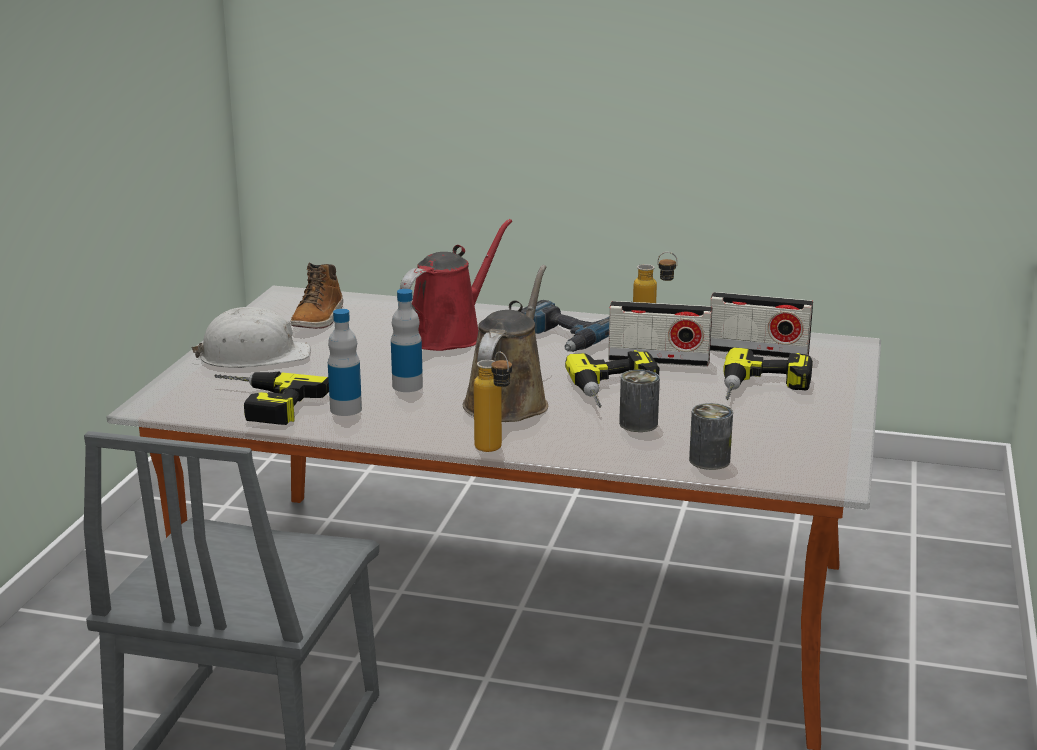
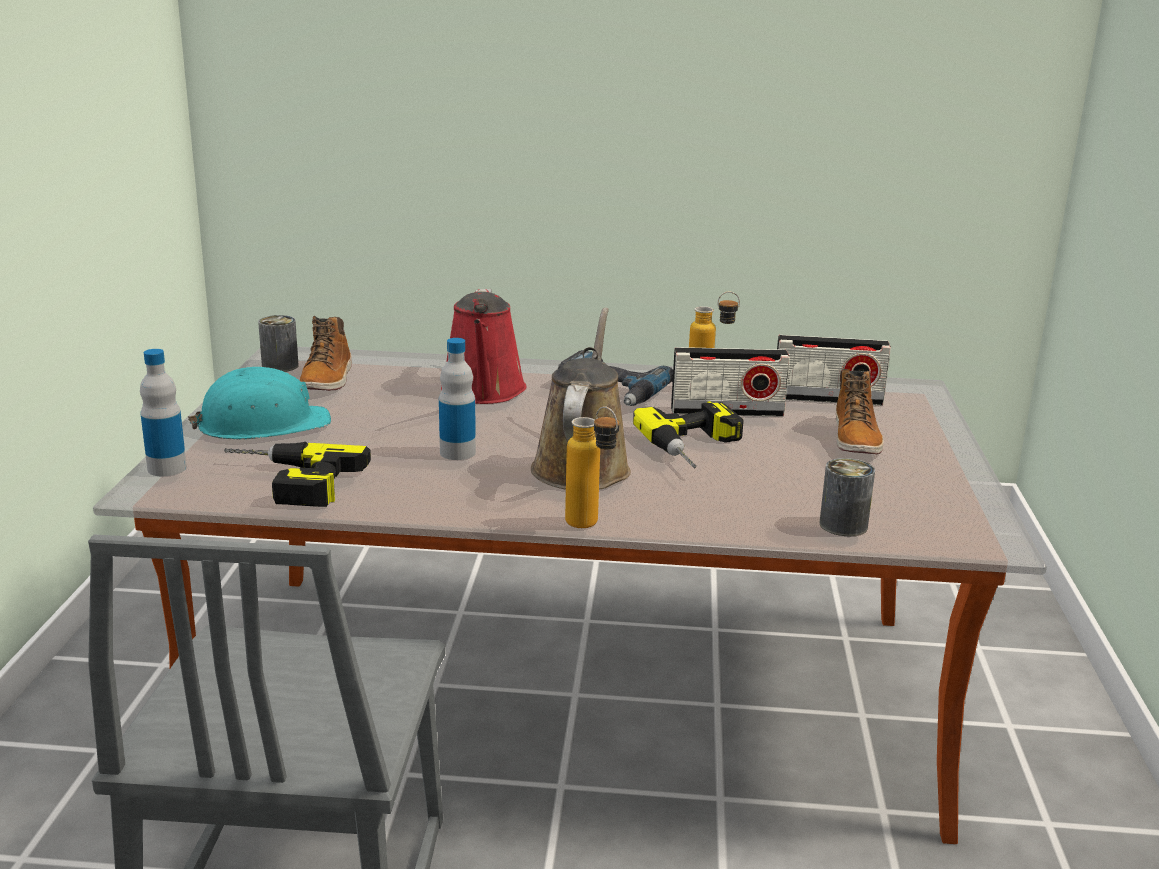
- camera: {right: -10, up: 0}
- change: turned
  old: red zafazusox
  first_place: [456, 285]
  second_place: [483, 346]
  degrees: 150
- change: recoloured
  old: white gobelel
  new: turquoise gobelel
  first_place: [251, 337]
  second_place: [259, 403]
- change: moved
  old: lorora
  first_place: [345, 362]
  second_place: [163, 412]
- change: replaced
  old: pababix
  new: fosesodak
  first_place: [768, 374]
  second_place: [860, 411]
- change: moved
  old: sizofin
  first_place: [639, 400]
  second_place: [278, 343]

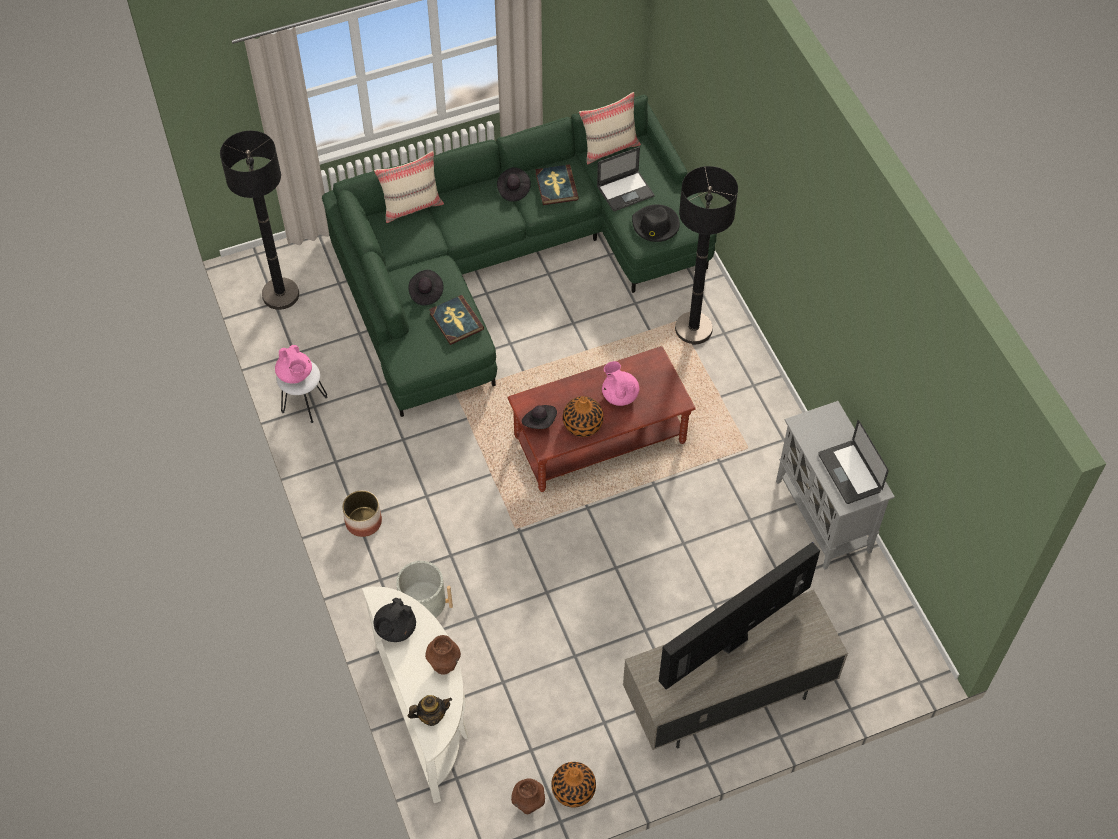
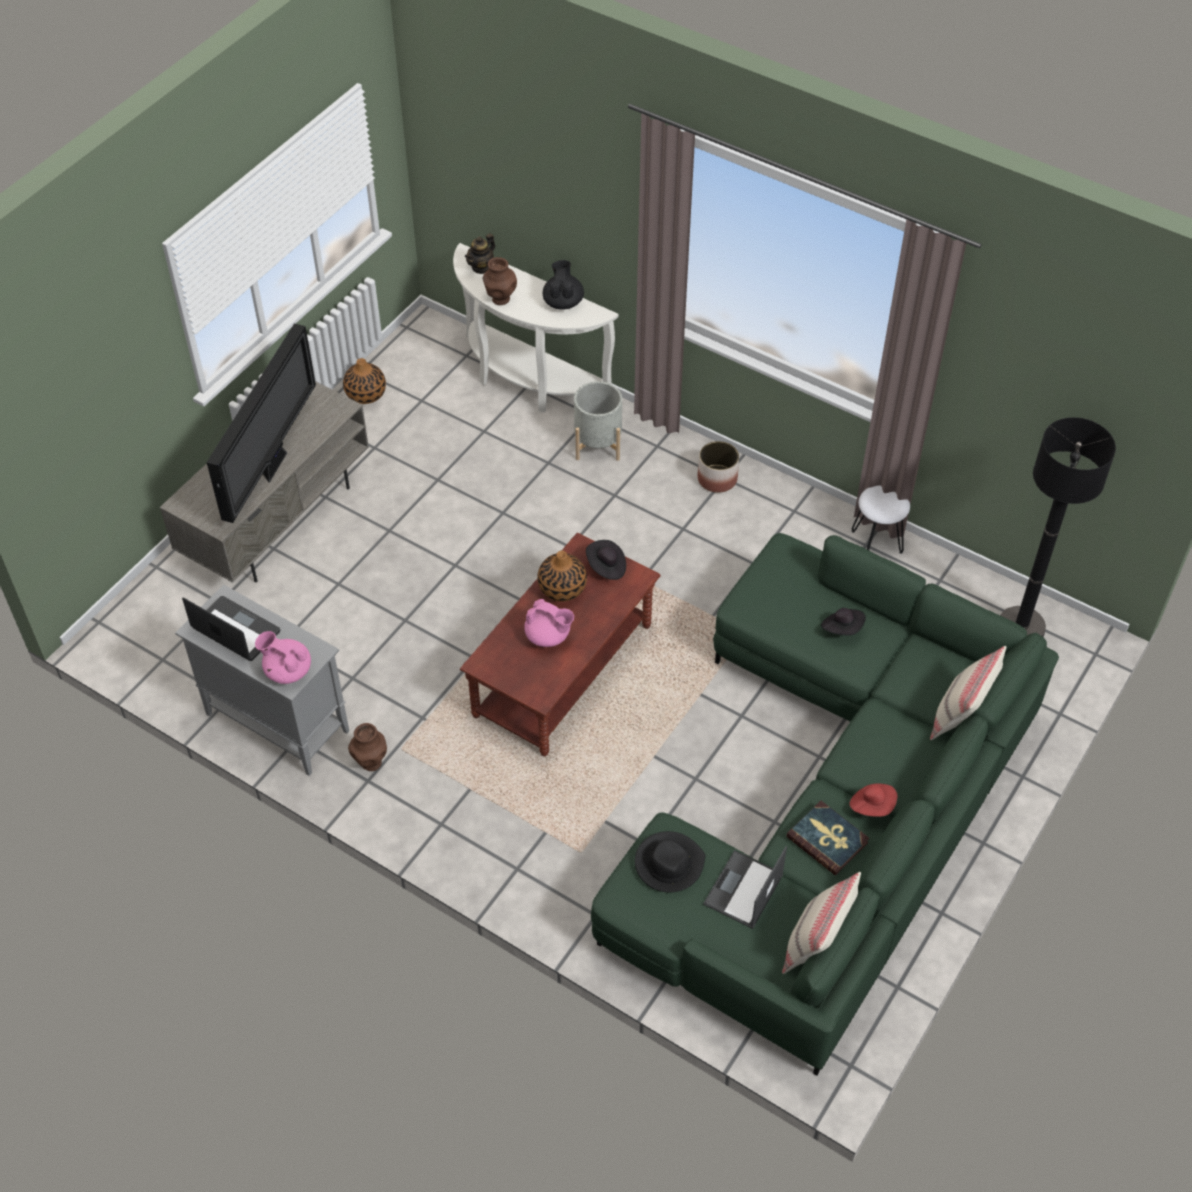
- camera: {right: 145, up: -5}
- change: removed
  old: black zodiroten
  first_place: [706, 255]
- change: recoloured
  old: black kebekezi
  new: red kebekezi
  first_place: [514, 184]
  second_place: [873, 800]
- change: removed
  old: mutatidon
  first_place: [456, 320]
- change: moved
  old: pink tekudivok
  first_place: [293, 364]
  second_place: [283, 657]
- change: moved
  old: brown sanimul
  first_place: [528, 796]
  second_place: [367, 747]

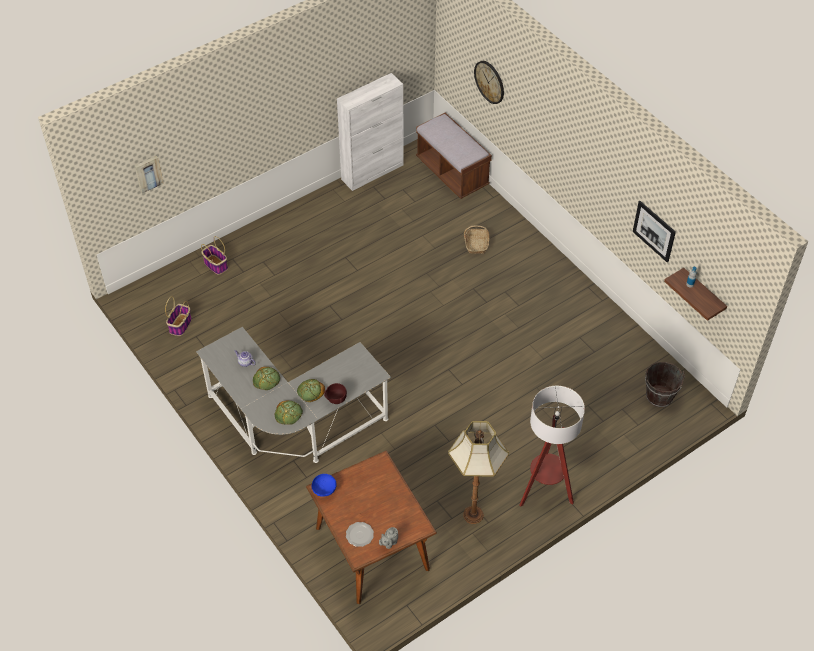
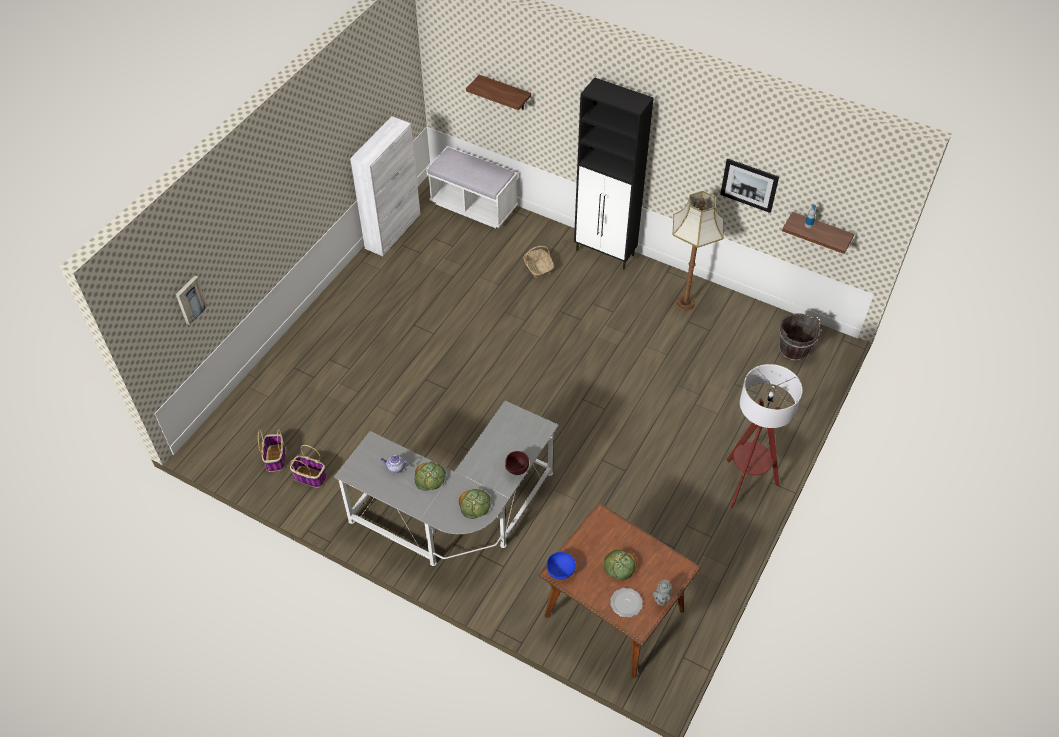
- camera: {right: -25, up: 0}
- change: replaced
  old: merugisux
  new: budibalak
  first_place: [489, 82]
  second_place: [498, 92]
- change: recoloured
  old: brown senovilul
  new: white senovilul
  first_place: [454, 156]
  second_place: [472, 187]
- change: moved
  old: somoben
  first_place: [214, 255]
  second_place: [308, 466]
- change: moved
  old: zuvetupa
  first_place: [311, 390]
  second_place: [620, 565]
- change: moved
  old: zodiroten
  first_place: [478, 472]
  second_place: [698, 251]
- change: added
  new: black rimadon
  second_place: [614, 173]

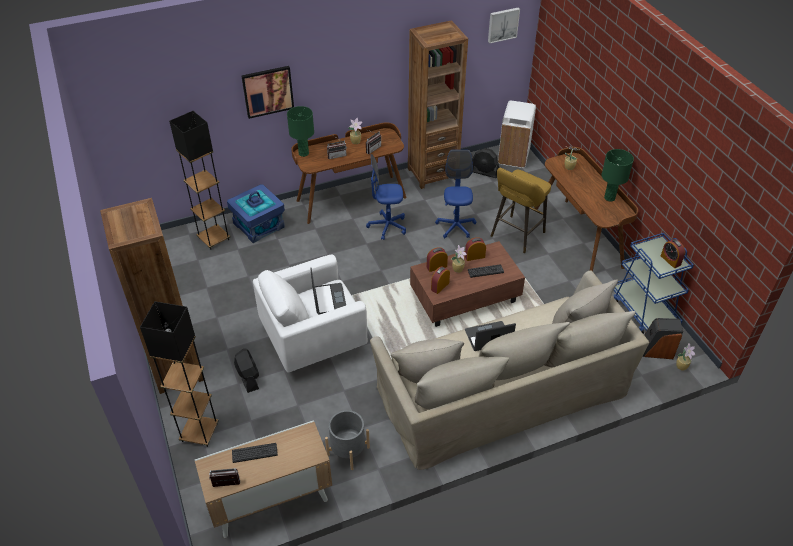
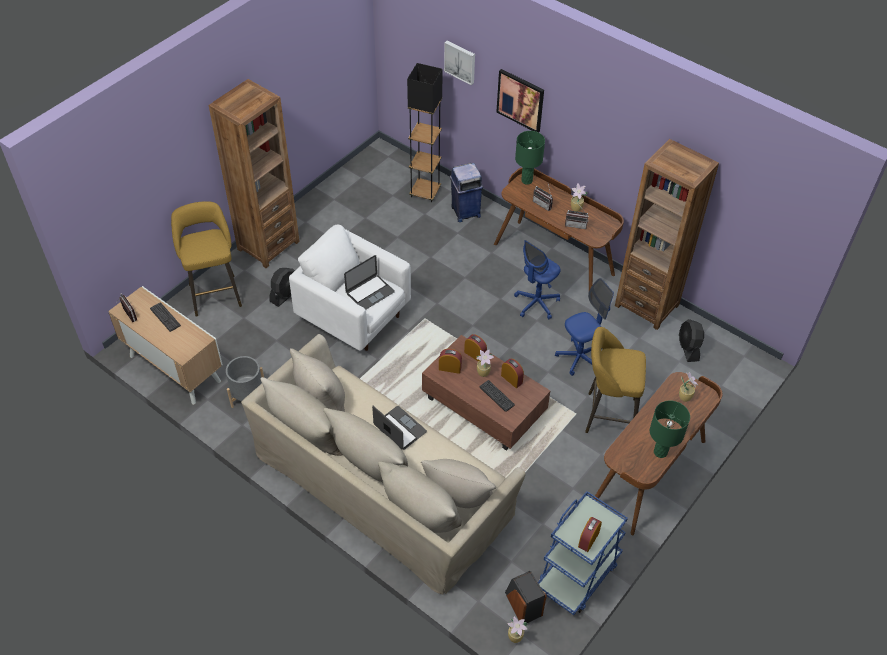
- camera: {right: 60, up: 5}
- change: moved
  old: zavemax
  first_place: [504, 25]
  second_place: [459, 63]
- change: removed
  old: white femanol
  first_place: [517, 134]
- change: turned
  old: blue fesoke
  first_place: [386, 197]
  second_place: [537, 279]
  degrees: -105
- change: replaced
  old: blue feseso
  new: blue femanol
  first_place: [256, 213]
  second_place: [466, 192]
- change: replaced
  old: black zodiroten
  new: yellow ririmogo
  first_place: [179, 374]
  second_place: [206, 259]

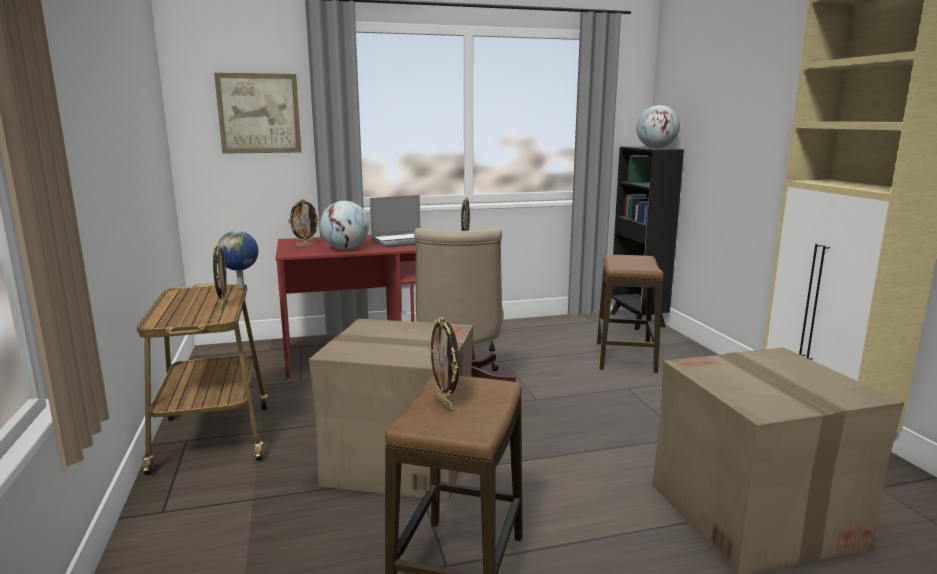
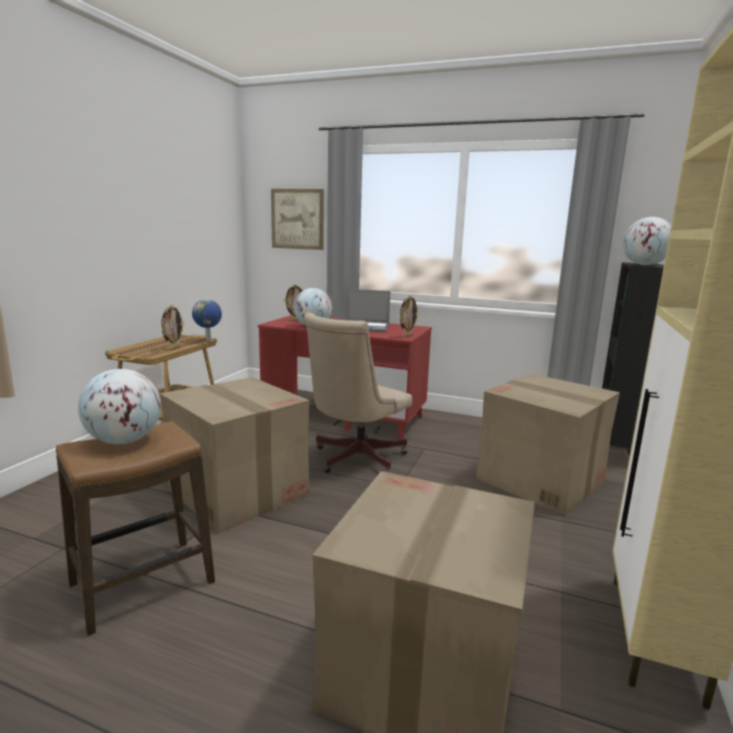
- camera: {right: 35, up: 0}
- change: replaced
  old: ririmogo
  new: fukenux
  first_place: [630, 314]
  second_place: [548, 444]
- change: replaced
  old: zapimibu
  new: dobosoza
  first_place: [444, 363]
  second_place: [119, 406]

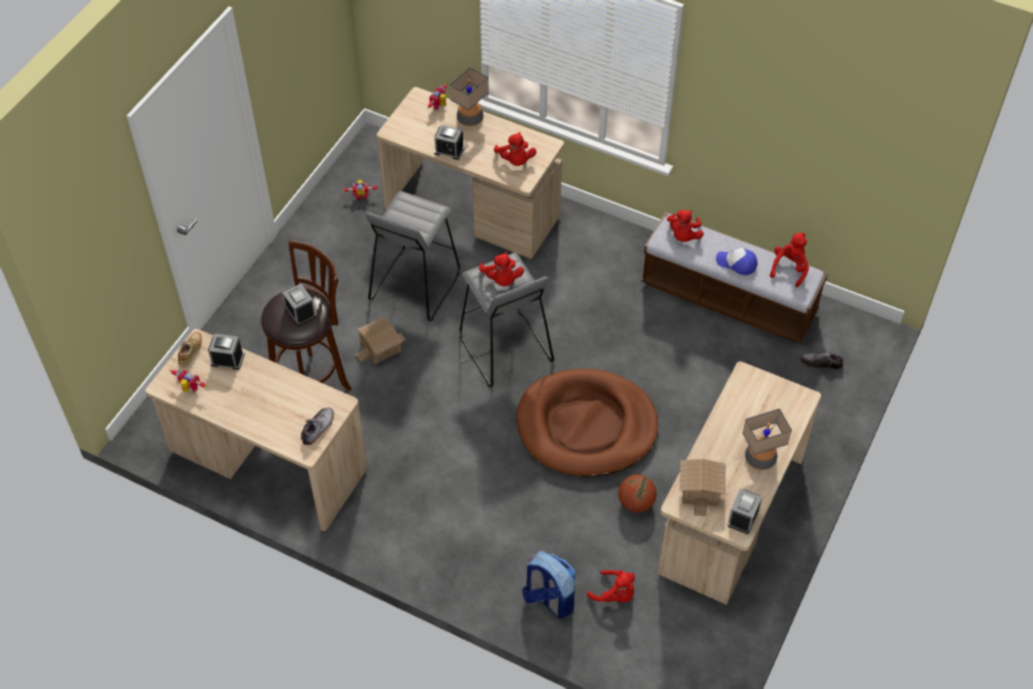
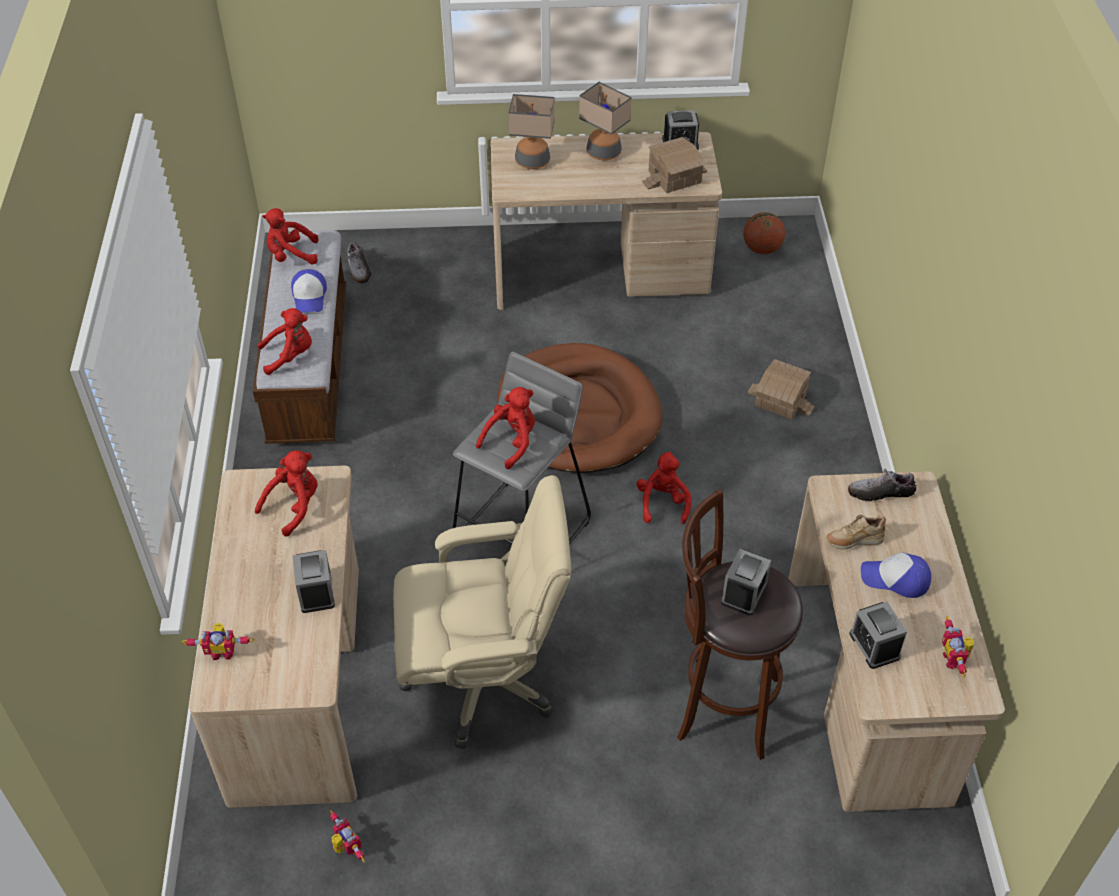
- camera: {right: -120, up: -5}
- change: moved
  old: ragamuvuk
  first_place: [469, 96]
  second_place: [531, 131]
- change: replaced
  old: grey ririmogo
  new: beige fesoke
  first_place: [412, 256]
  second_place: [482, 612]
- change: moved
  old: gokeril
  first_place: [381, 340]
  second_place: [781, 389]
- change: moved
  old: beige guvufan
  first_place: [190, 349]
  second_place: [856, 532]
- change: moved
  old: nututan
  first_place: [637, 493]
  second_place: [764, 233]
- change: removed
  old: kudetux
  first_place: [549, 585]
- change: moved
  old: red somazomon
  first_place: [611, 586]
  second_place: [664, 487]
- change: added
  new: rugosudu
  second_place: [896, 575]

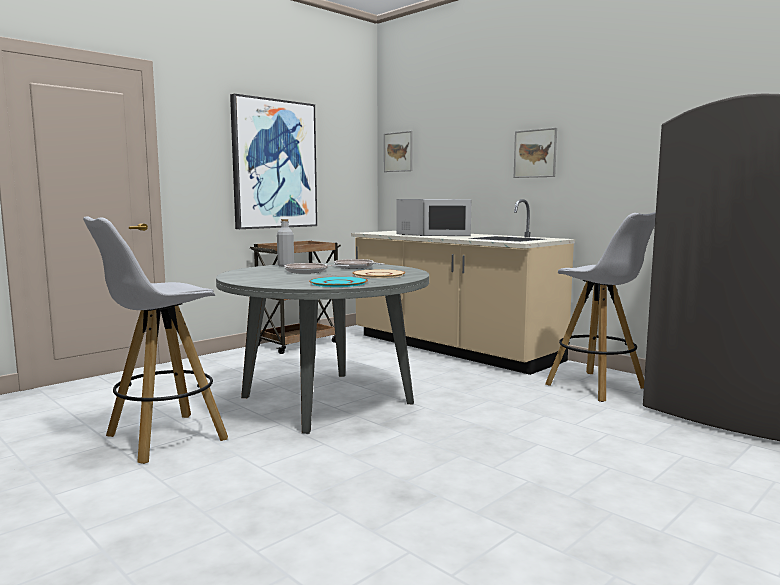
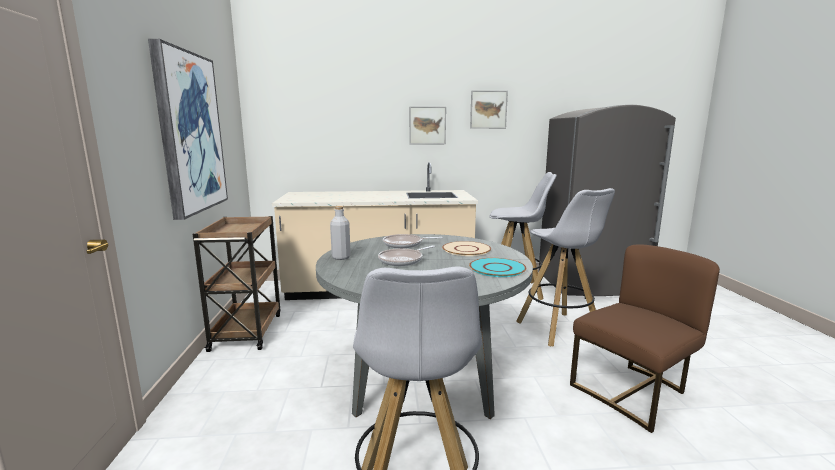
- camera: {right: -50, up: 5}
- change: moved
  old: zavemax
  first_place: [398, 151]
  second_place: [489, 109]
- change: removed
  old: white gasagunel
  first_place: [434, 217]
- change: added
  new: white ririmogo
  second_place: [565, 267]
- change: added
  new: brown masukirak
  second_place: [645, 338]

